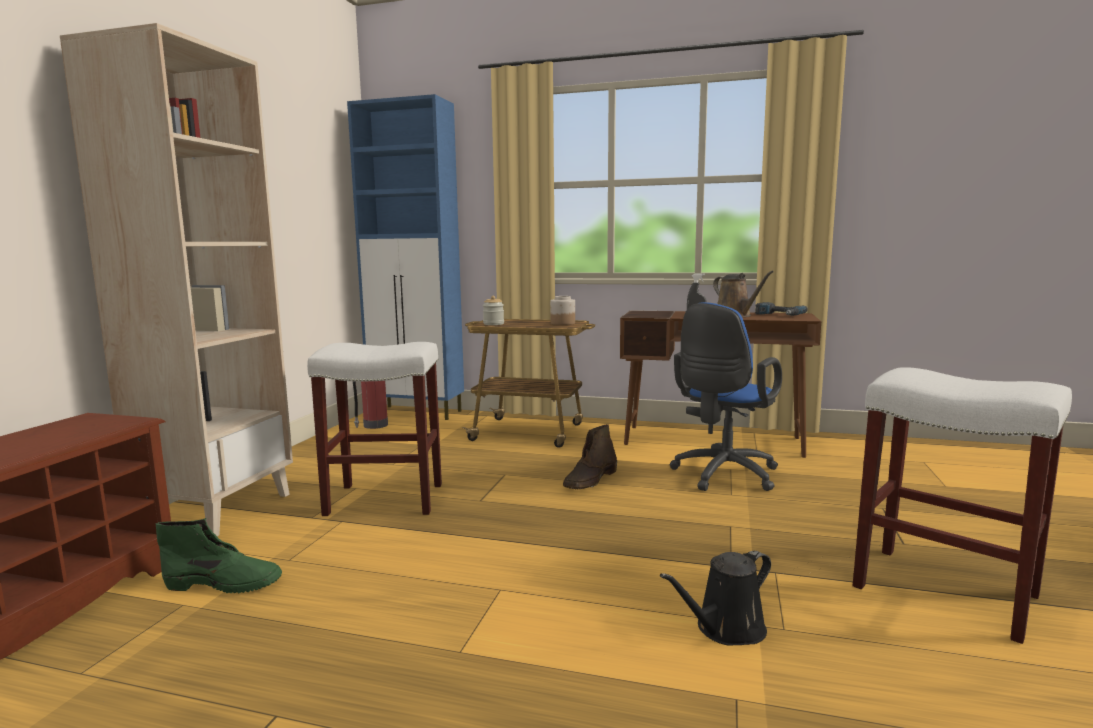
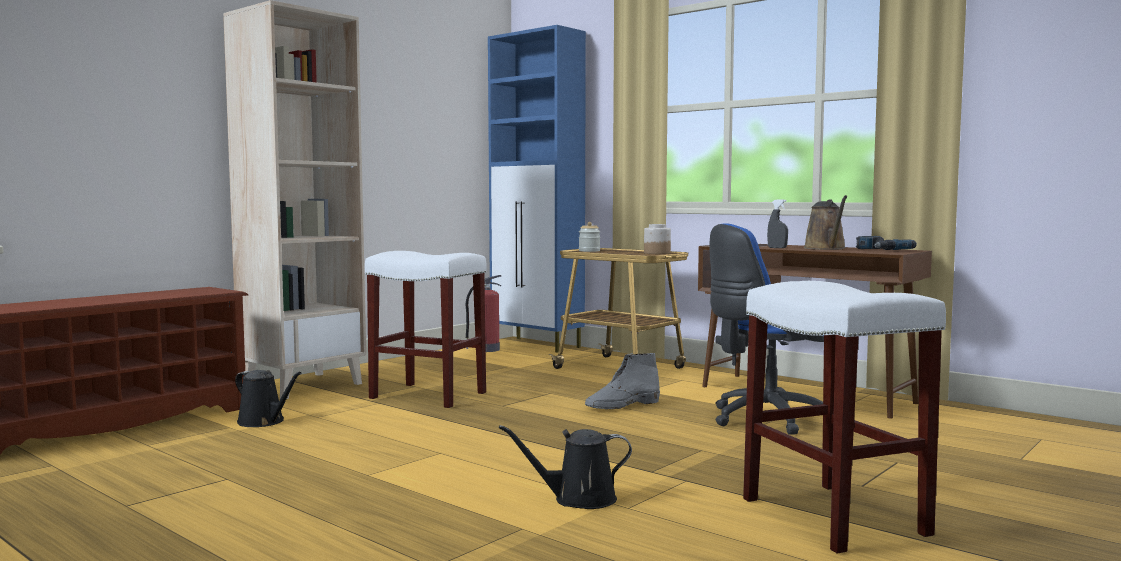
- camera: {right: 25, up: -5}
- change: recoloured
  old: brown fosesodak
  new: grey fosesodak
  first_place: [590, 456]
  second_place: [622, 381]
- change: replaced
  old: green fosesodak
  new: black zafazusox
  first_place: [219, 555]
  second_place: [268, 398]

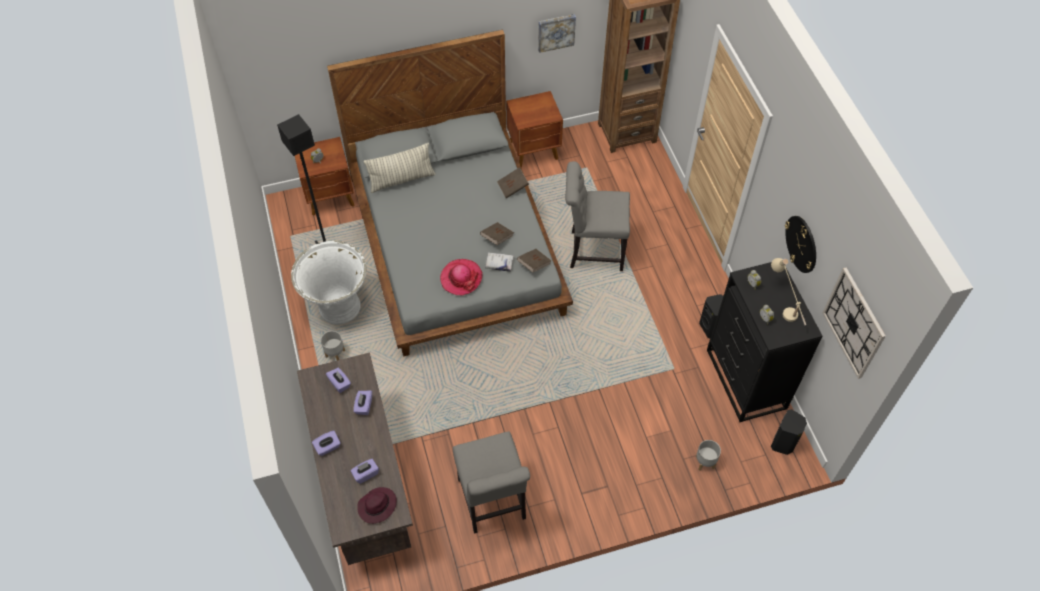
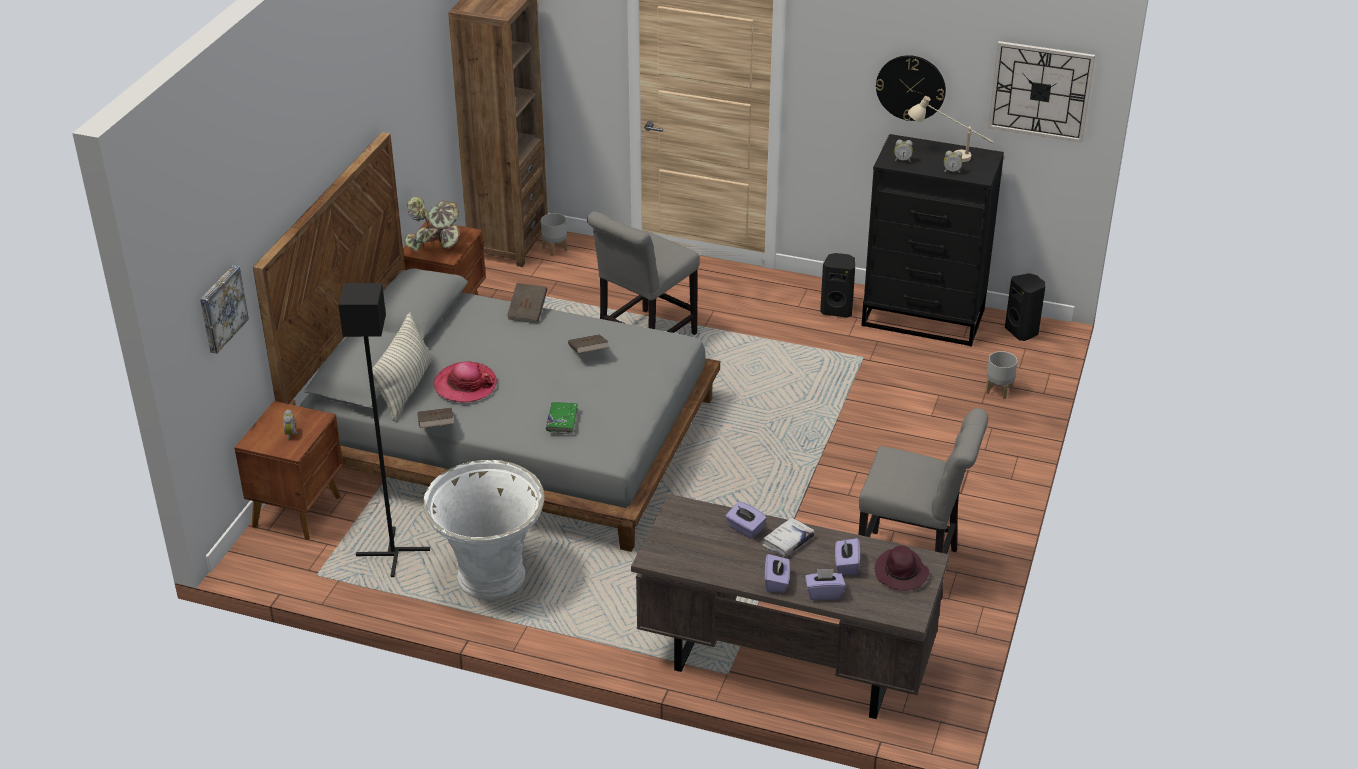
- camera: {right: -55, up: -20}
- change: moved
  old: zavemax
  first_place: [557, 33]
  second_place: [224, 309]
- change: moved
  old: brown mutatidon
  first_place: [534, 260]
  second_place: [435, 417]
- change: moved
  old: white mutatidon
  first_place: [499, 262]
  second_place: [789, 537]
- change: moved
  old: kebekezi
  first_place: [461, 277]
  second_place: [465, 382]
- change: moved
  old: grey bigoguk
  first_place: [333, 346]
  second_place: [554, 234]
- change: moved
  old: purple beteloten
  first_place: [338, 380]
  second_place: [825, 584]
- change: added
  new: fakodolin
  second_place: [432, 224]
- change: added
  new: green mutatidon
  second_place: [562, 418]

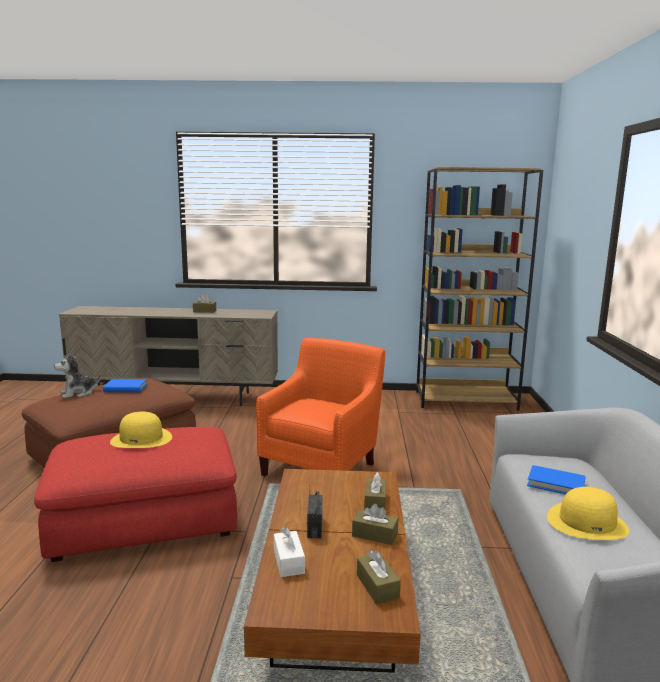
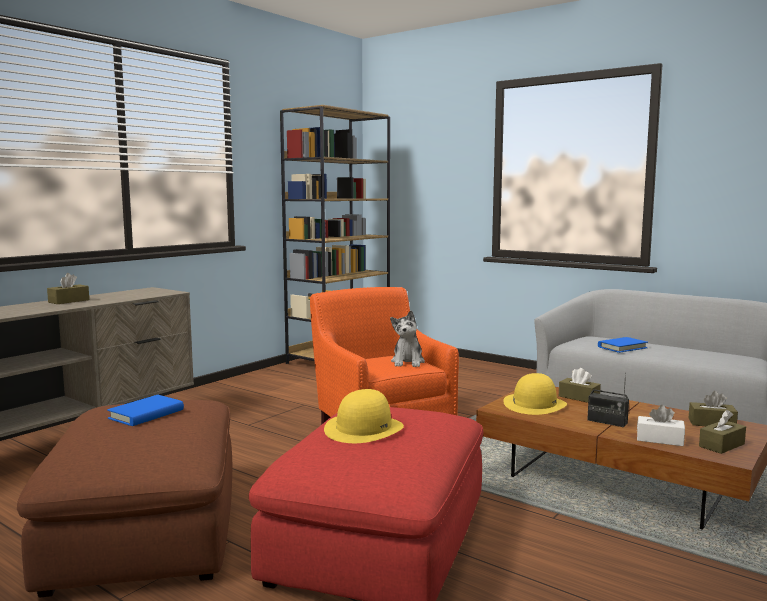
- camera: {right: -55, up: -5}
- change: moved
  old: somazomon
  first_place: [77, 375]
  second_place: [407, 338]
- change: moved
  old: yellow kebekezi
  first_place: [588, 513]
  second_place: [535, 394]
- change: moved
  old: brown beteloten
  first_place: [375, 524]
  second_place: [722, 432]

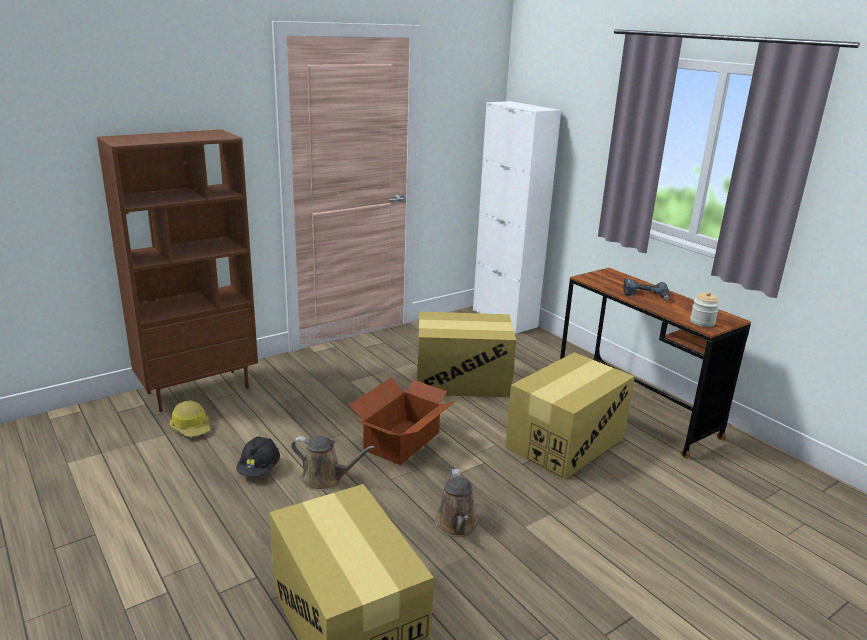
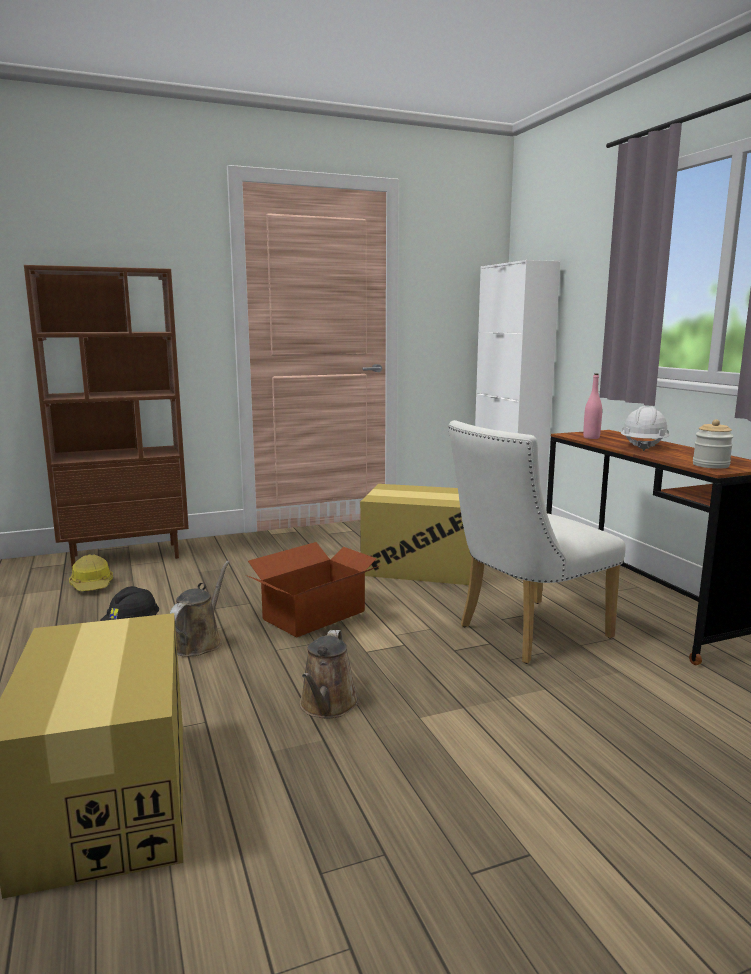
- camera: {right: 15, up: -10}
- change: replaced
  old: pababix
  new: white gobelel
  first_place: [646, 289]
  second_place: [645, 428]
- change: replaced
  old: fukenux
  new: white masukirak
  first_place: [570, 416]
  second_place: [537, 542]
- change: turned
  old: brown zafazusox
  first_place: [333, 463]
  second_place: [199, 609]
  degrees: -105
- change: added
  new: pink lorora
  second_place: [592, 406]

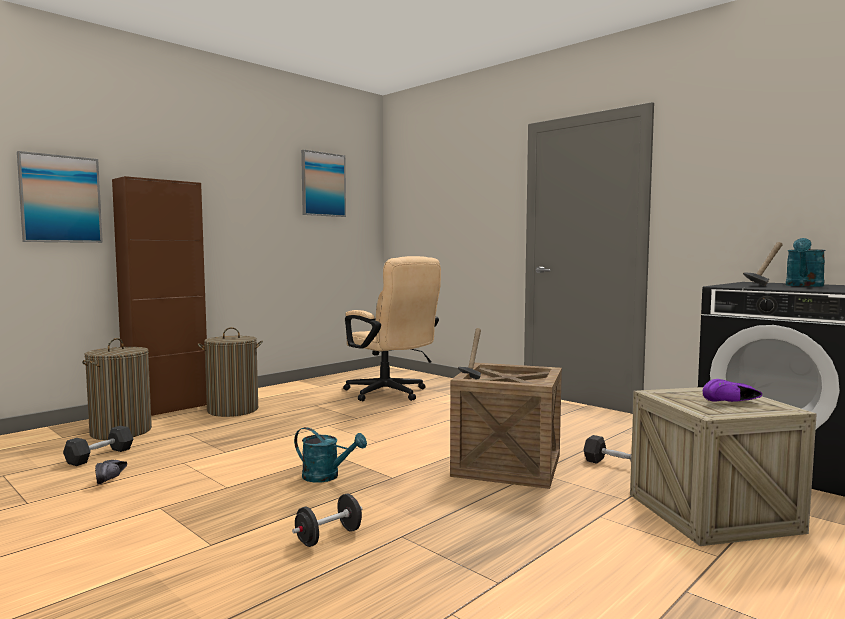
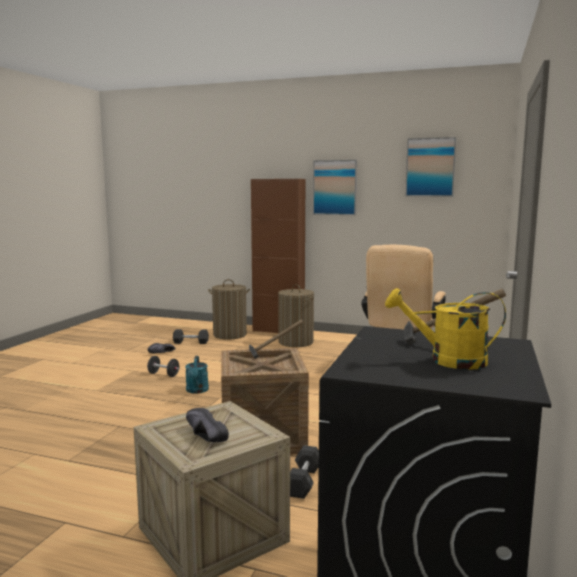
- camera: {right: 65, up: 5}
- change: moved
  old: zavemax
  first_place: [60, 197]
  second_place: [335, 187]
- change: recoloured
  old: turquoise zafazusox
  new: yellow zafazusox
  first_place: [805, 262]
  second_place: [445, 329]
- change: recoloured
  old: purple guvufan
  new: black guvufan
  first_place: [732, 390]
  second_place: [207, 425]
- change: moved
  old: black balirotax
  first_place: [327, 520]
  second_place: [163, 366]

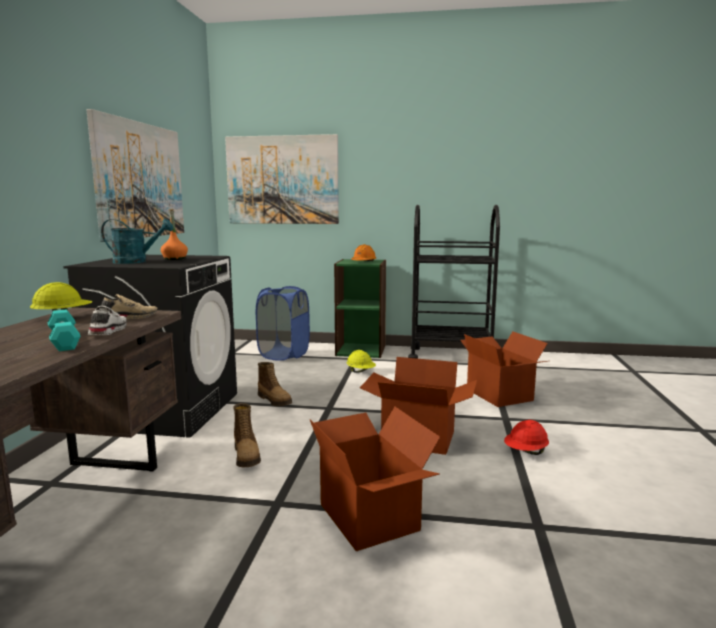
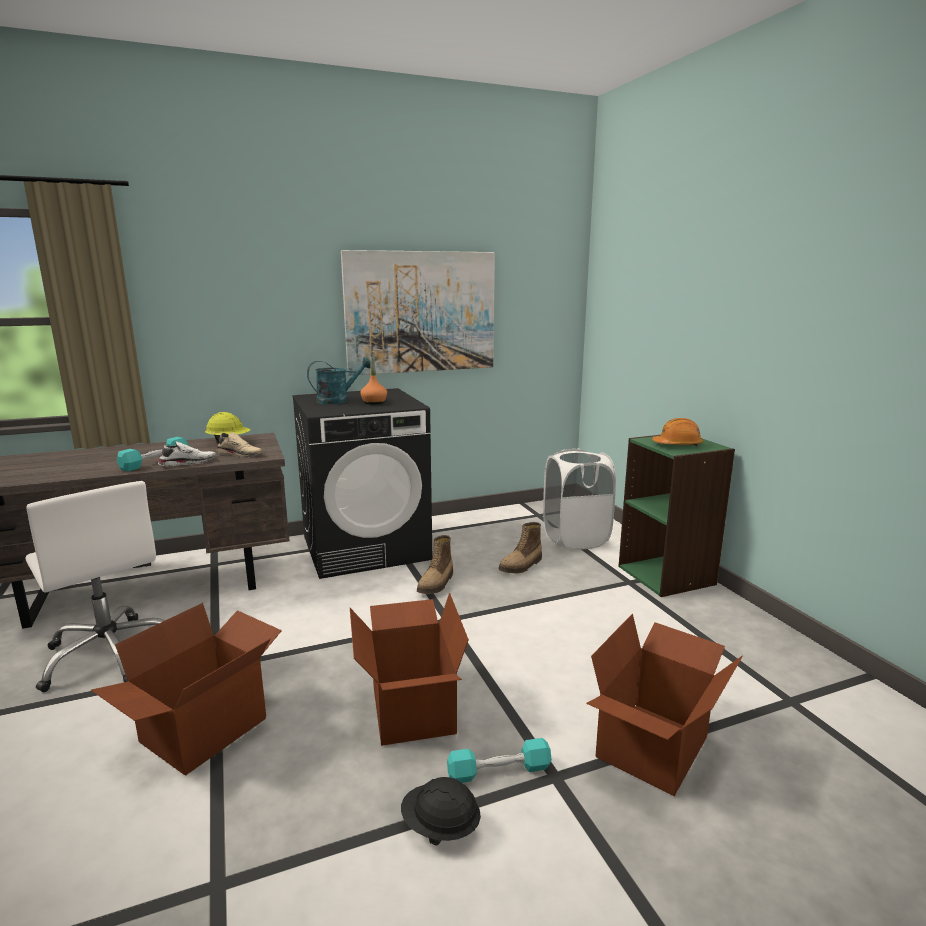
- camera: {right: 60, up: 5}
- change: removed
  old: zavemax
  first_place: [282, 179]
- change: removed
  old: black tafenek
  first_place: [454, 282]
- change: turned
  old: turquoise zafazusox
  first_place: [137, 241]
  second_place: [338, 380]
  degrees: -90
- change: recoloured
  old: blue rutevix
  new: white rutevix
  first_place: [283, 323]
  second_place: [579, 499]
- change: removed
  old: yellow gobelel
  first_place: [361, 361]
- change: moved
  old: fosesodak
  first_place: [247, 435]
  second_place: [520, 547]
- change: recoloured
  old: red gobelel
  new: black gobelel
  first_place: [526, 437]
  second_place: [441, 811]
- change: added
  new: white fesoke
  second_place: [95, 586]
- change: added
  new: turquoise balirotax
  second_place: [499, 760]

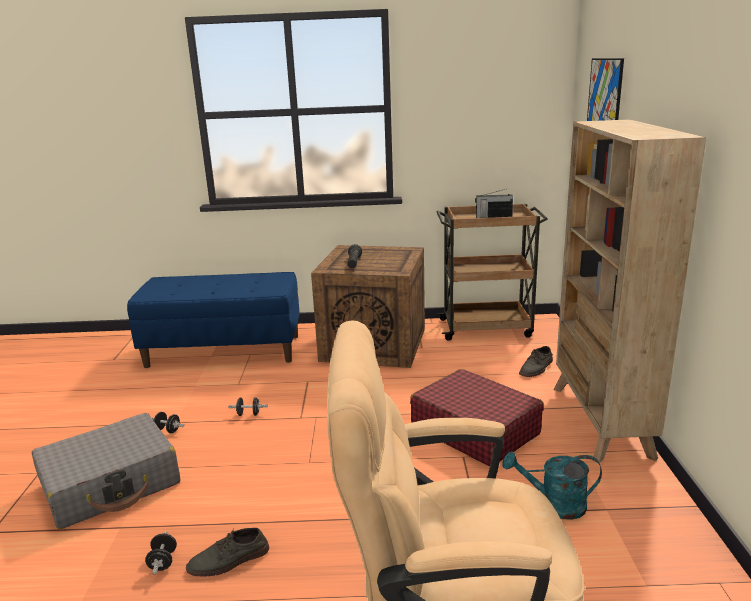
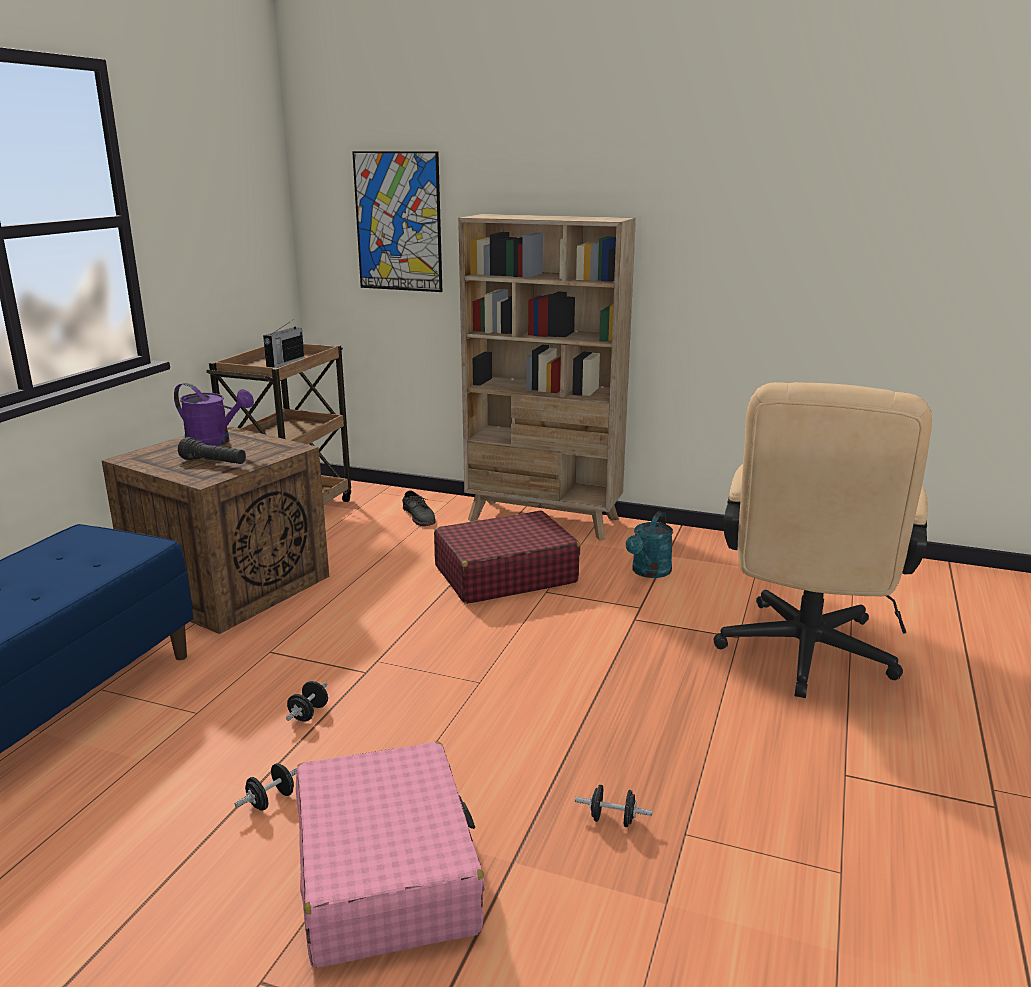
- camera: {right: -70, up: 0}
- change: recoloured
  old: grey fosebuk
  new: pink fosebuk
  first_place: [106, 471]
  second_place: [390, 854]
- change: removed
  old: grey guvufan
  first_place: [227, 552]
- change: added
  new: purple zafazusox
  second_place: [214, 414]

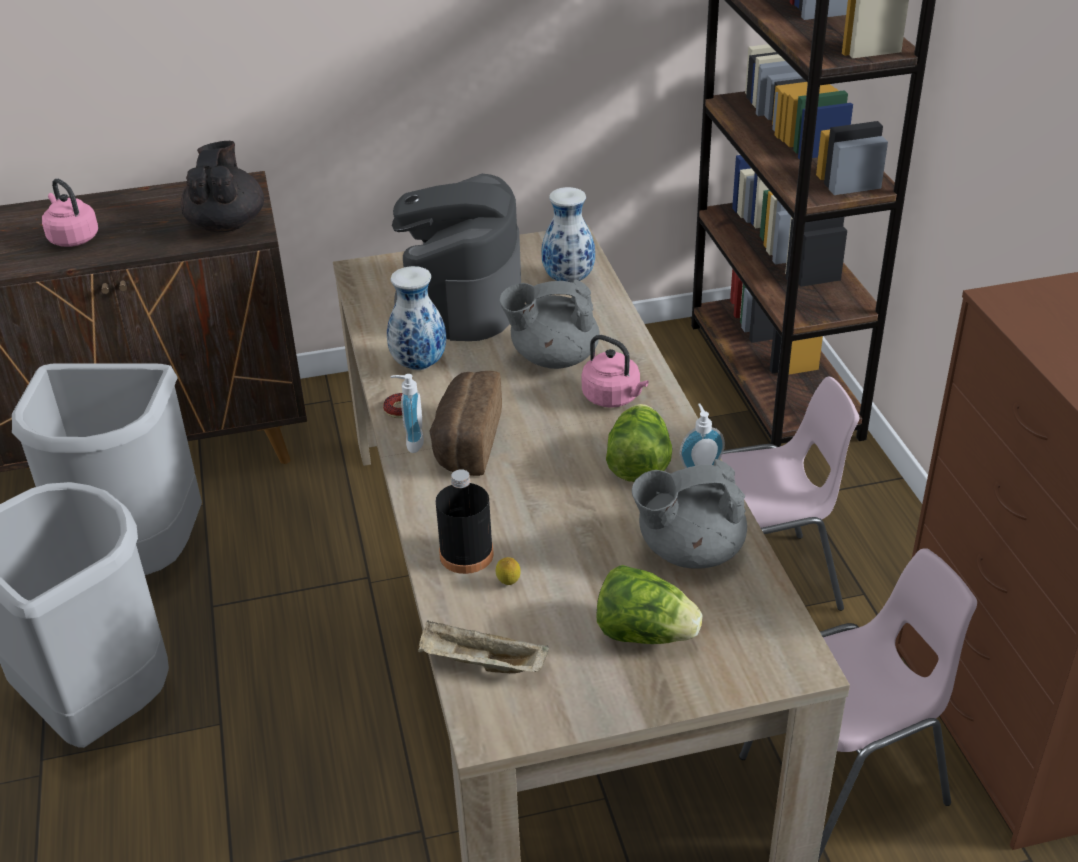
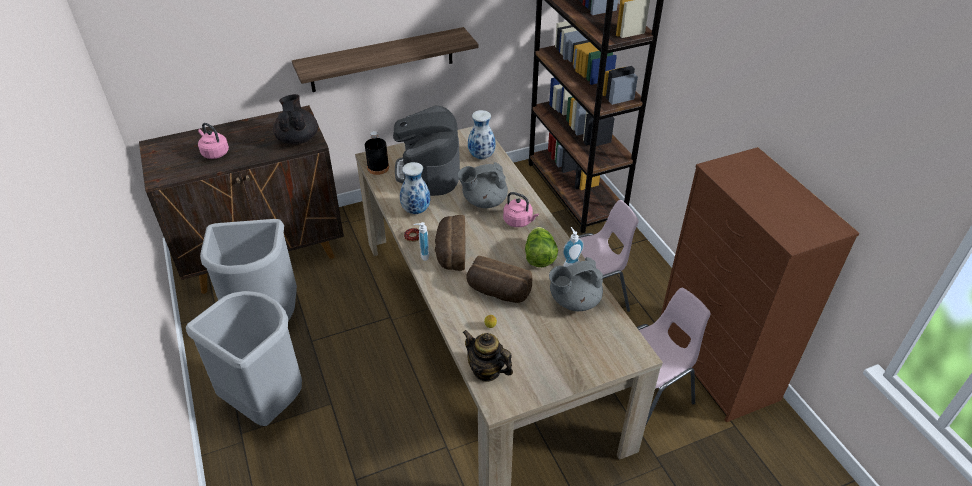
- camera: {right: -10, up: 5}
- change: moved
  old: black lorora
  first_place: [465, 521]
  second_place: [377, 153]
- change: removed
  old: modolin
  first_place: [649, 604]
- change: replaced
  old: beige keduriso
  new: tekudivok
  first_place: [483, 647]
  second_place: [487, 356]
- change: added
  new: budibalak
  second_place: [385, 59]
- change: added
  new: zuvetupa
  second_place: [499, 279]

